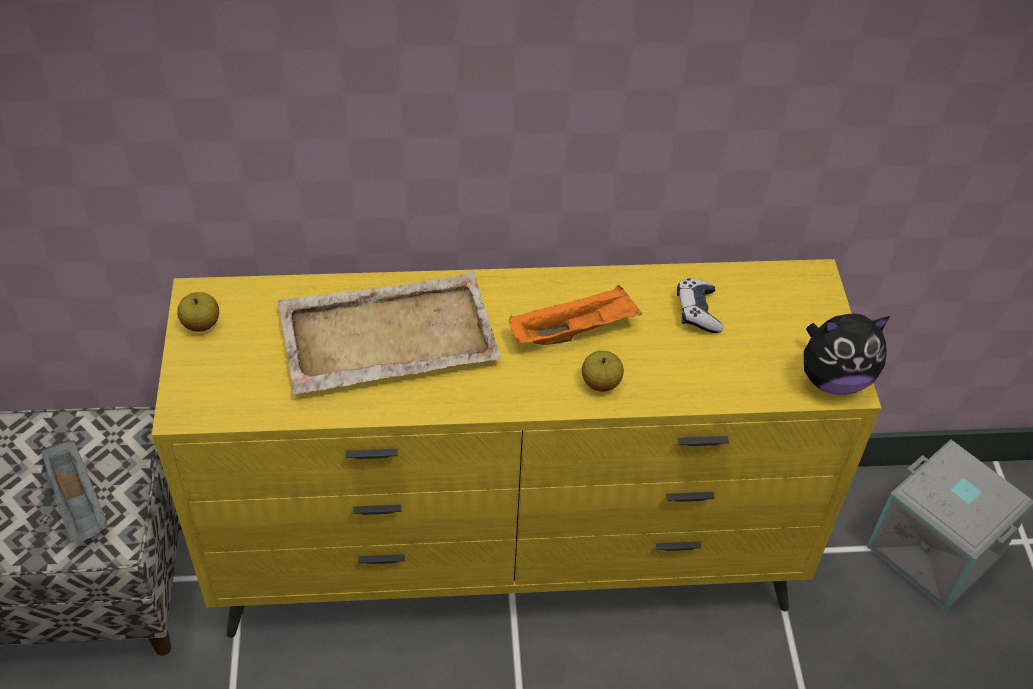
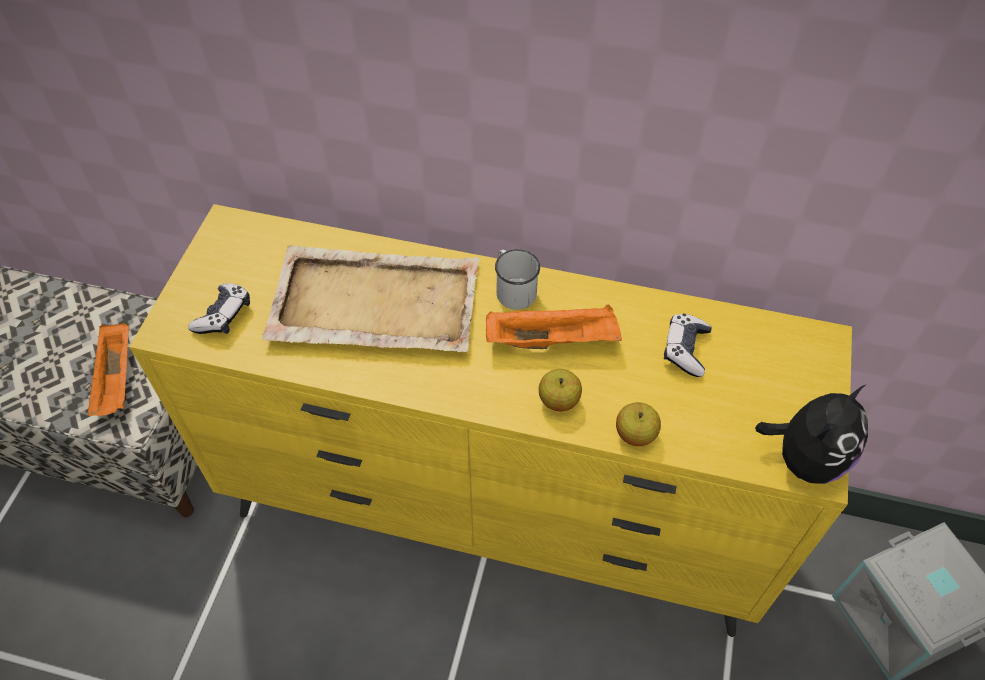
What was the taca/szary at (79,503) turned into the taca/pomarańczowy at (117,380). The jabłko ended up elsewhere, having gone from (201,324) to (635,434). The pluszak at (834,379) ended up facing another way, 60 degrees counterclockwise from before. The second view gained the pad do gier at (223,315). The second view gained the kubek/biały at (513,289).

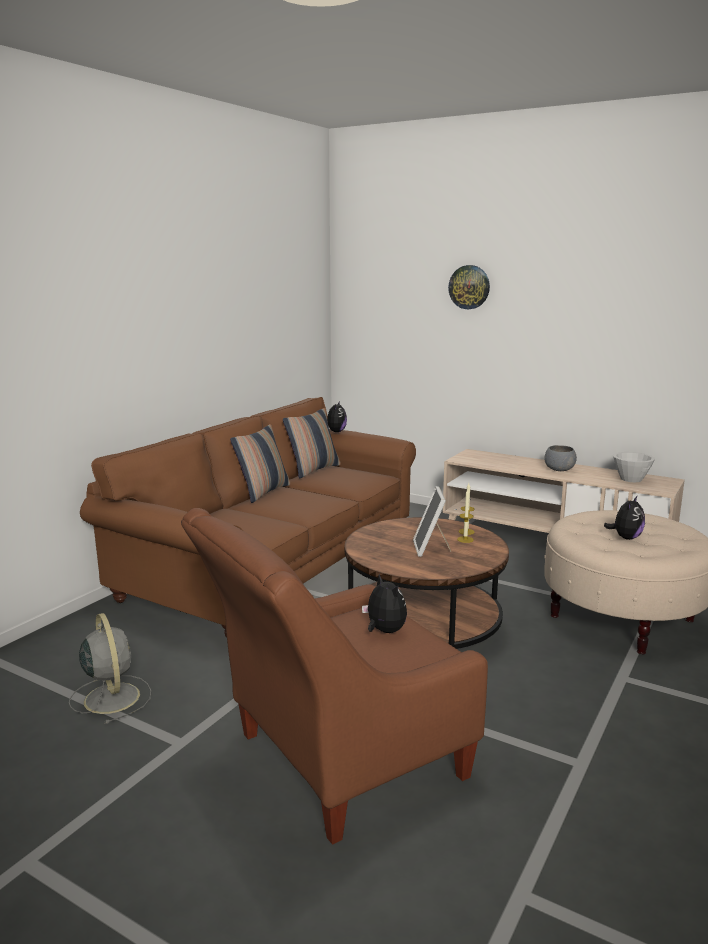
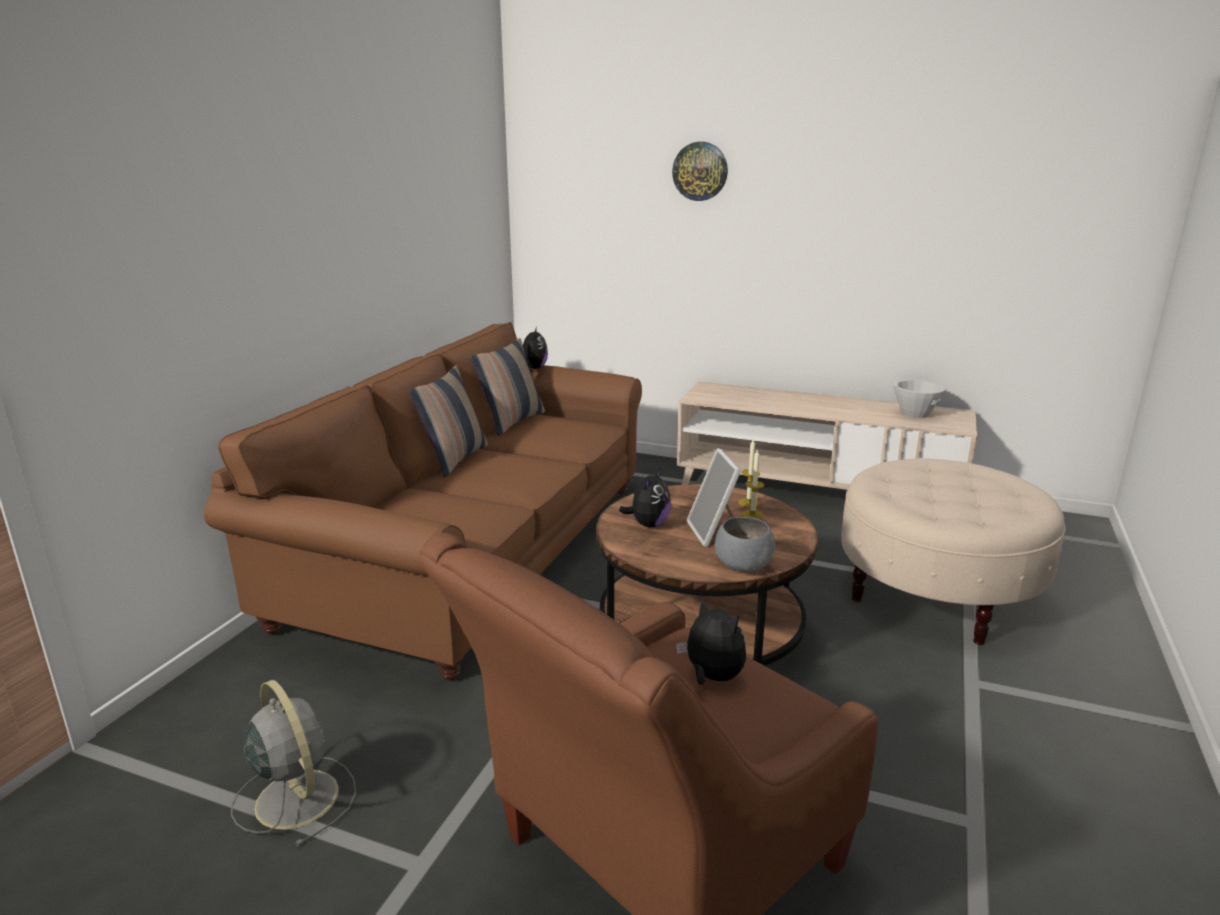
The miska/szary ended up elsewhere, having gone from (559,469) to (742,565). The pluszak ended up elsewhere, having gone from (625,538) to (648,524).

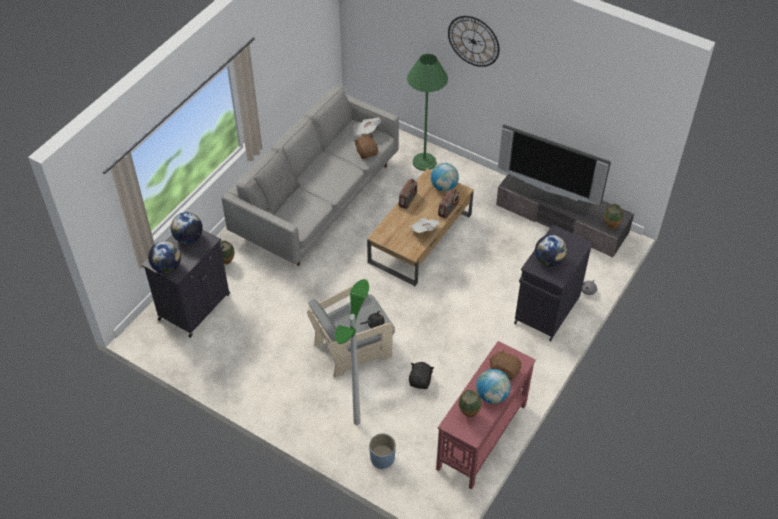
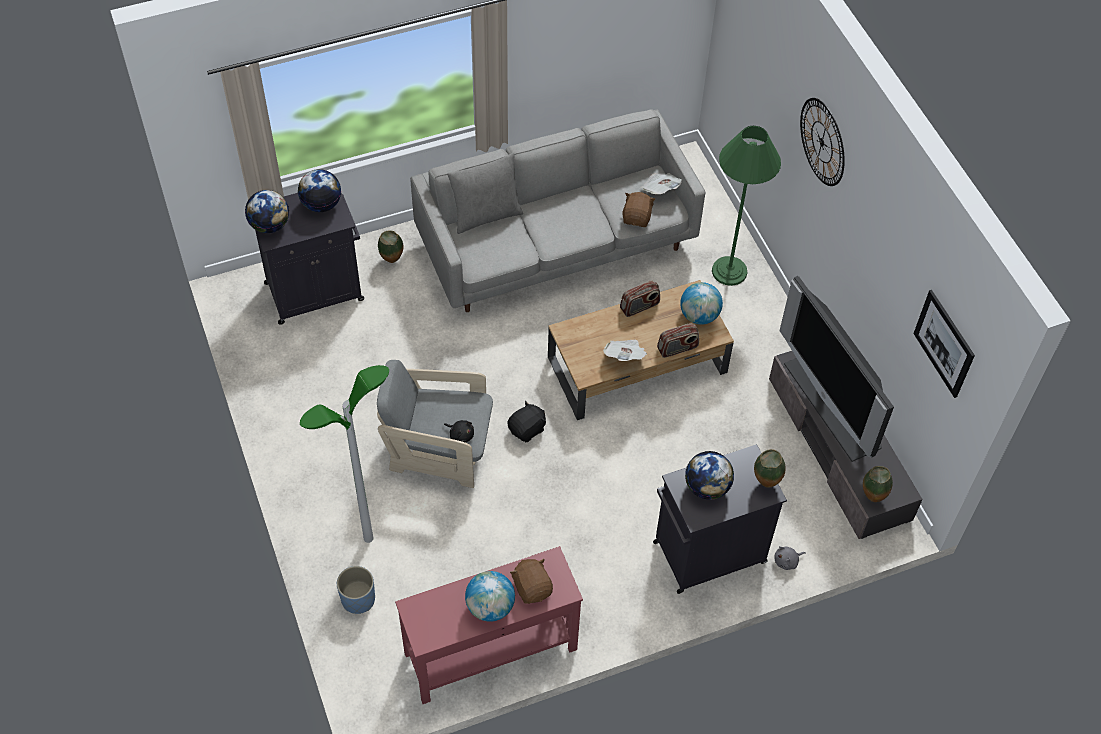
The pluszak/czarny ended up elsewhere, having gone from (420,381) to (527,429). The wazon ended up elsewhere, having gone from (469,415) to (765,483). The second view gained the obraz at (944,343).

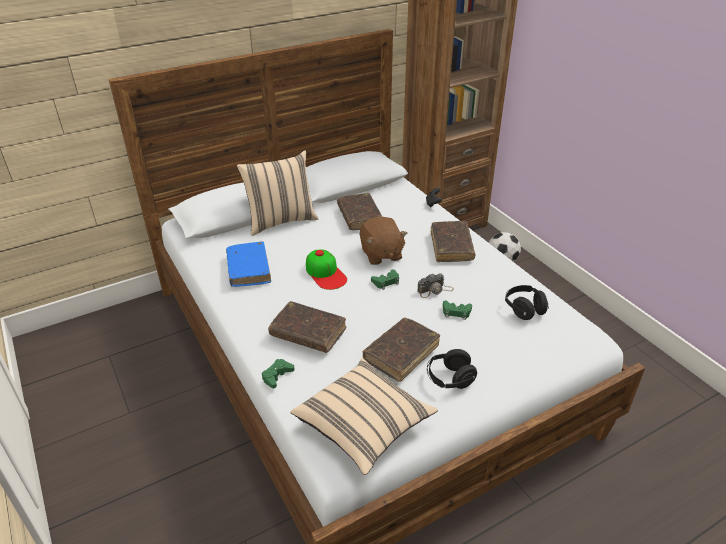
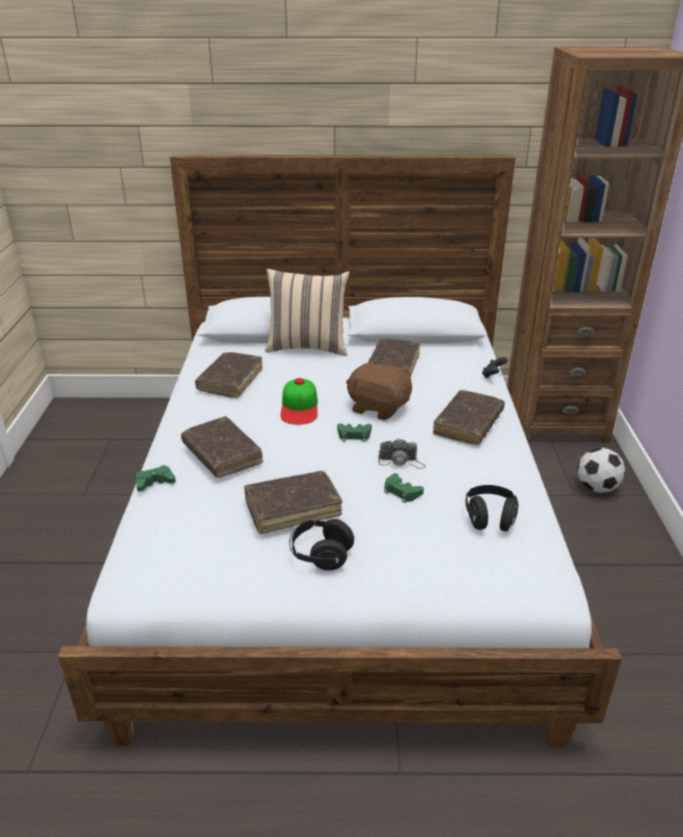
What was the książka/niebieski at (248,269) turned into the książka/brązowy at (230,381). The second view lost the poduszka/beżowy at (363,426). The pluszak/brązowy at (381,254) ended up facing another way, 105 degrees clockwise from before.

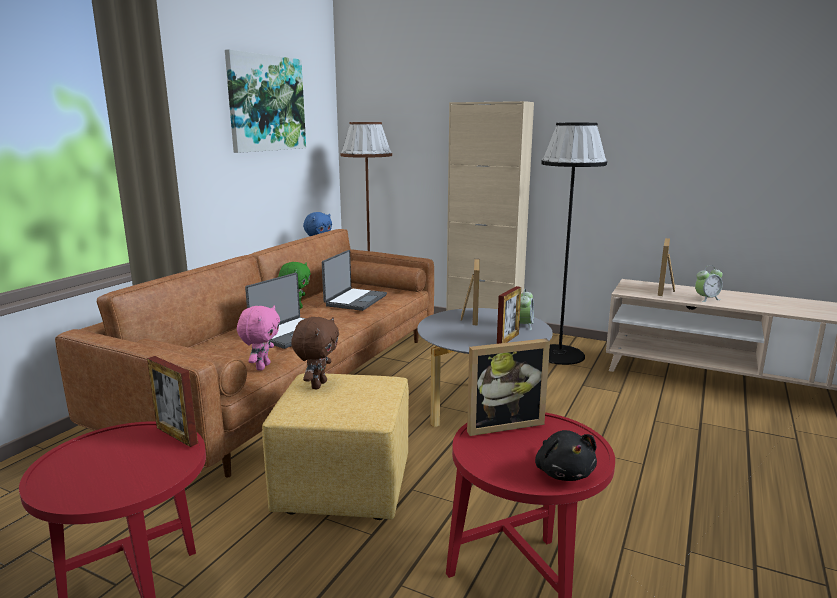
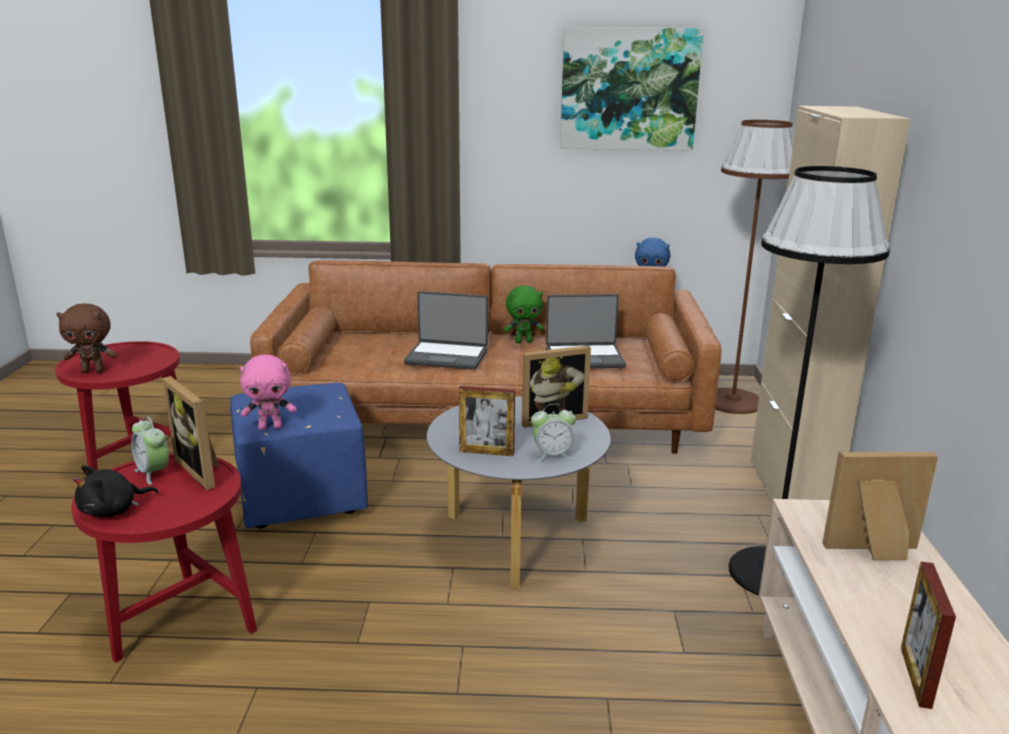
The ramka na zdjęcie ended up elsewhere, having gone from (176,435) to (915,677). The pluszak/różowy ended up elsewhere, having gone from (262,367) to (271,427). What was the pufa/żółty at (342,489) turned into the pufa/niebieski at (300,497). The pluszak/brązowy ended up elsewhere, having gone from (318,385) to (94,371). The budzik ended up elsewhere, having gone from (706,299) to (153,473).

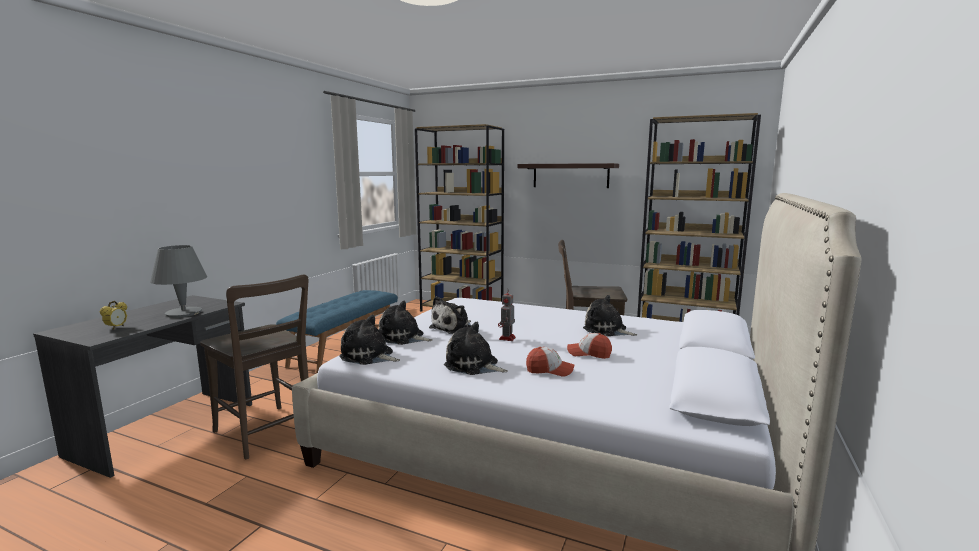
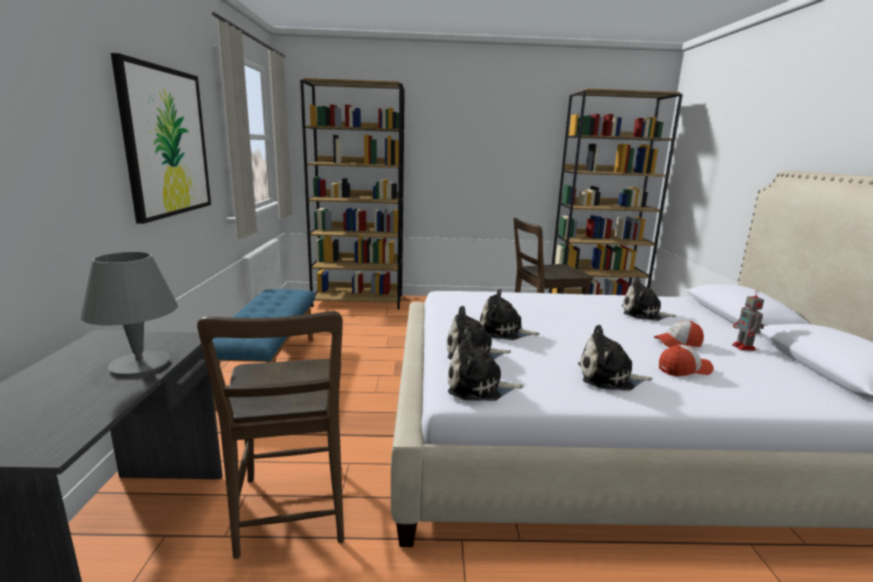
The second view lost the budzik at (116,327). The krzesło/brązowy at (266,433) ended up facing another way, 60 degrees clockwise from before. The pluszak at (453,328) ended up facing another way, 90 degrees clockwise from before. The robot zabawkowy ended up elsewhere, having gone from (507,338) to (744,348). The second view lost the półka at (570,175). The second view gained the obraz at (166,142).

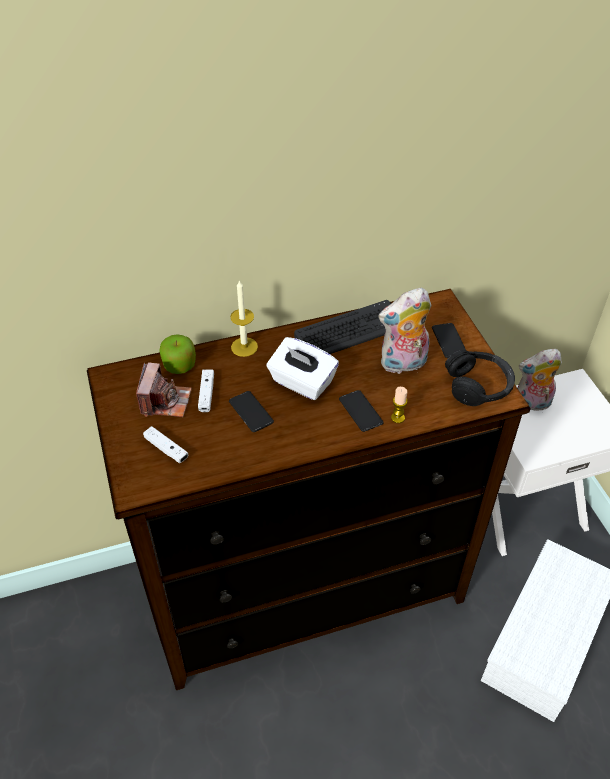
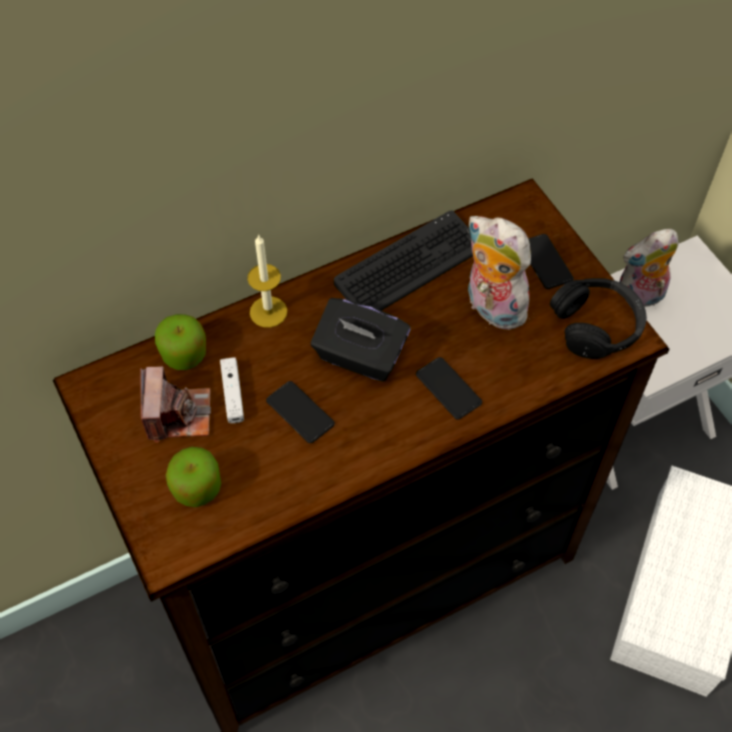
Where the pad do gier/biały stood at (166,449), the jabłko came to stand at (197,488). What was the pudełko chusteczek/biały at (302,382) turned into the pudełko chusteczek/czarny at (360,356). The pluszak at (403,364) ended up facing another way, 75 degrees clockwise from before. The second view lost the świeca at (397,418).

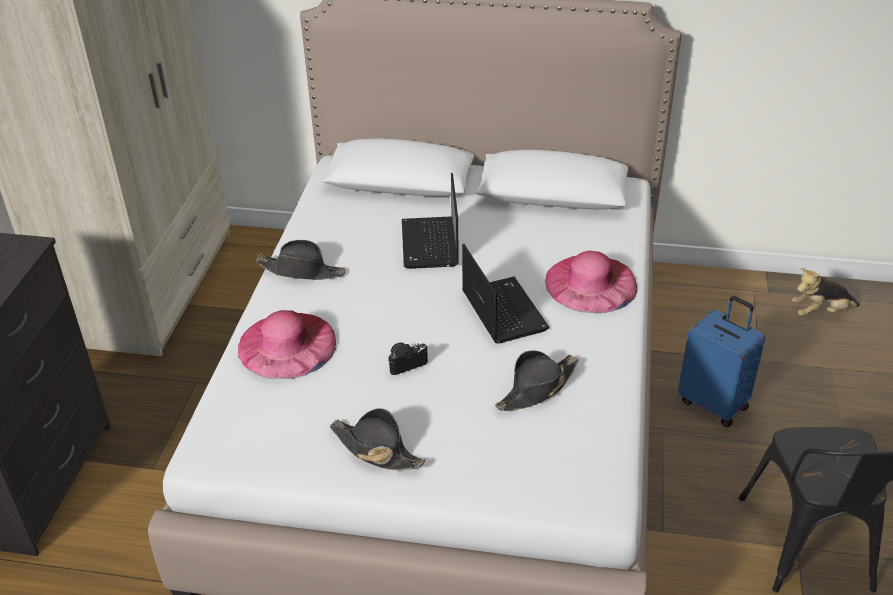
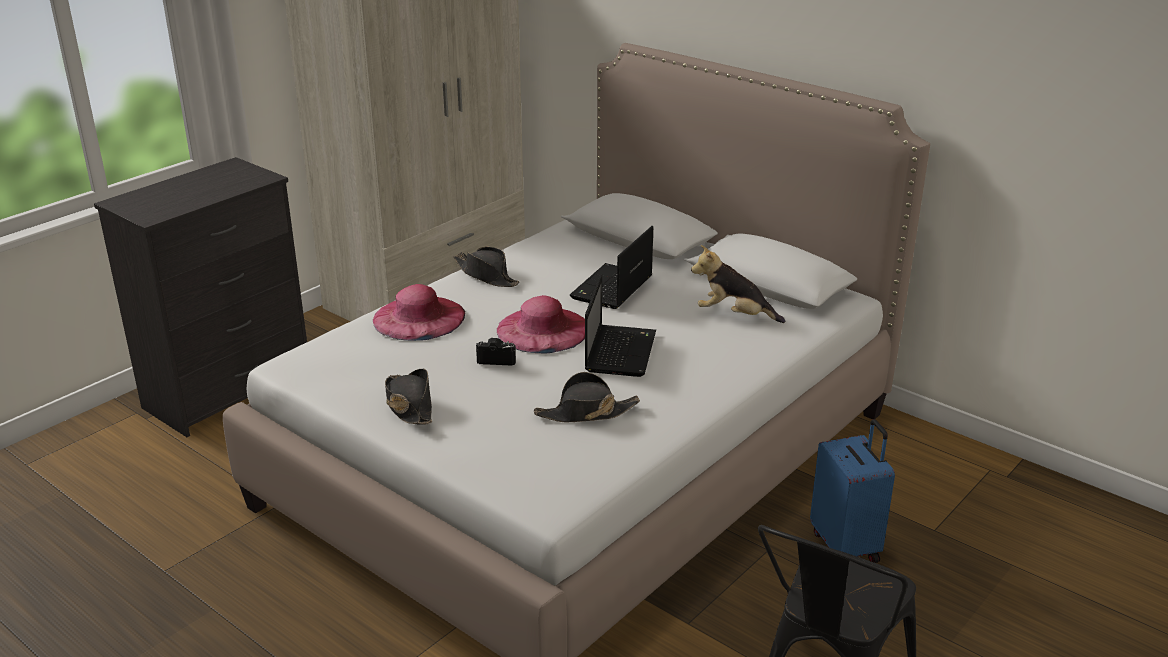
The kapelusz/różowy ended up elsewhere, having gone from (591,283) to (543,329). The pluszak ended up elsewhere, having gone from (820,312) to (734,315).

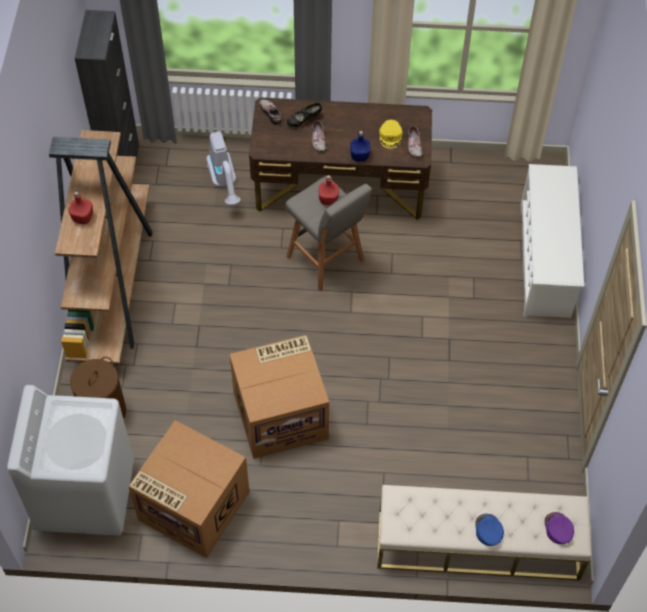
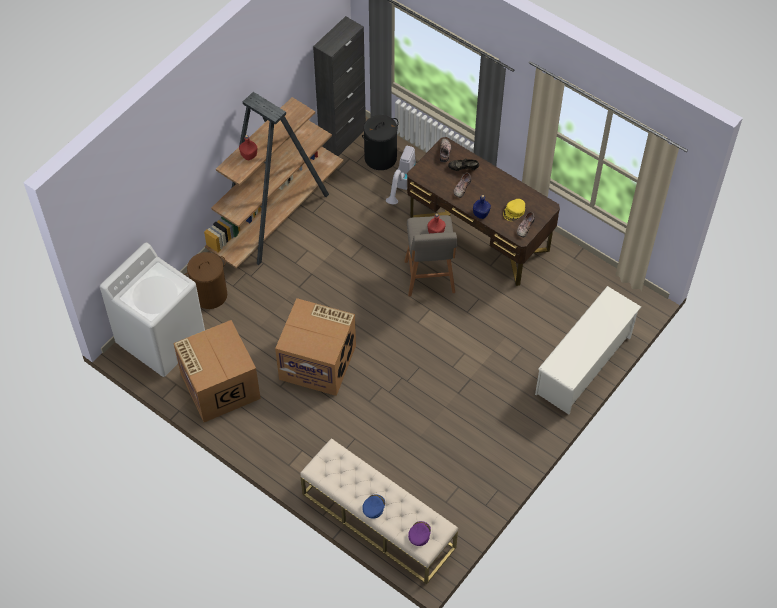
The second view gained the kosz na pranie/czarny at (380,157).

